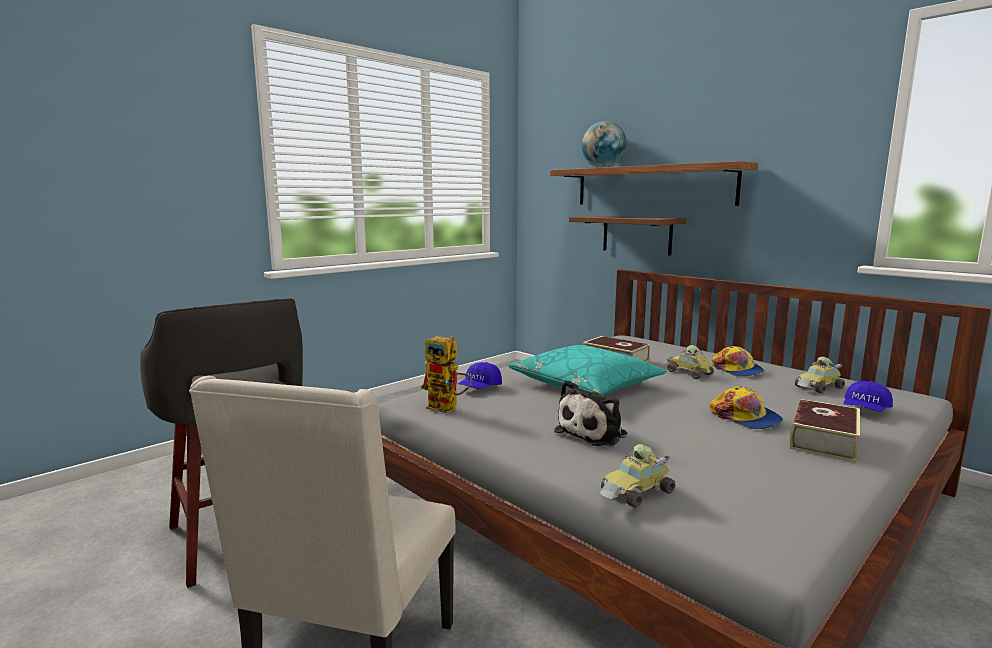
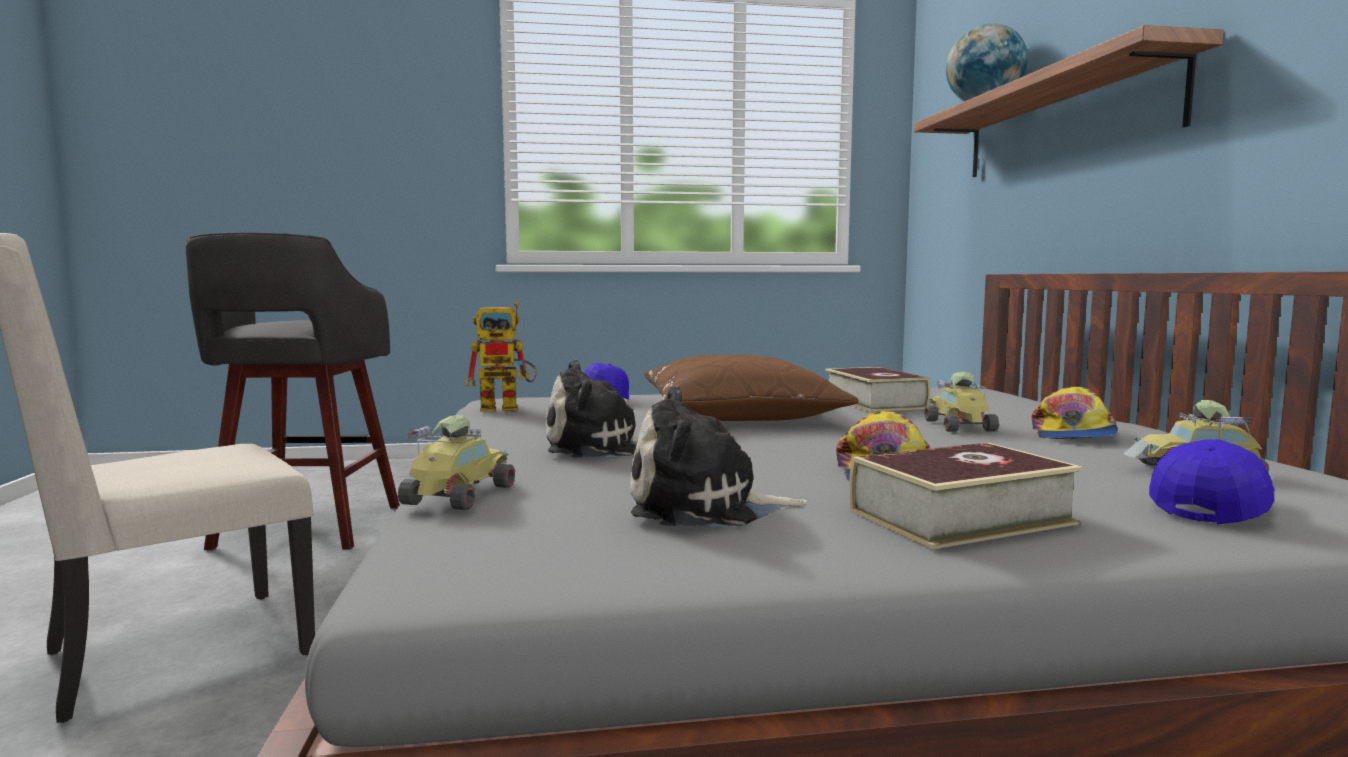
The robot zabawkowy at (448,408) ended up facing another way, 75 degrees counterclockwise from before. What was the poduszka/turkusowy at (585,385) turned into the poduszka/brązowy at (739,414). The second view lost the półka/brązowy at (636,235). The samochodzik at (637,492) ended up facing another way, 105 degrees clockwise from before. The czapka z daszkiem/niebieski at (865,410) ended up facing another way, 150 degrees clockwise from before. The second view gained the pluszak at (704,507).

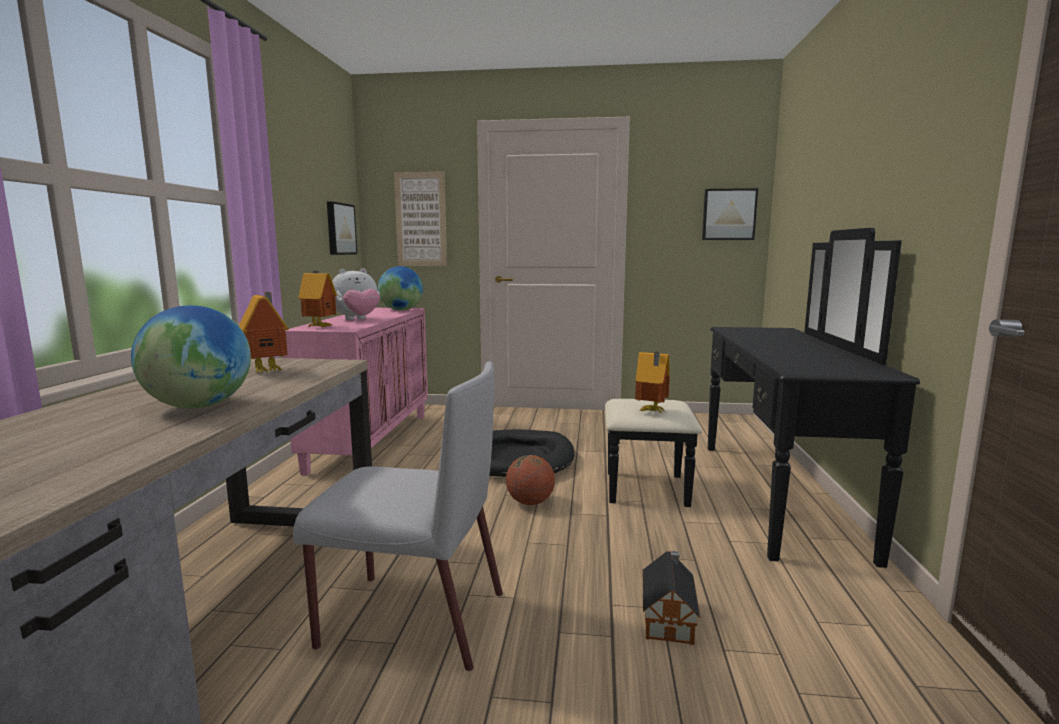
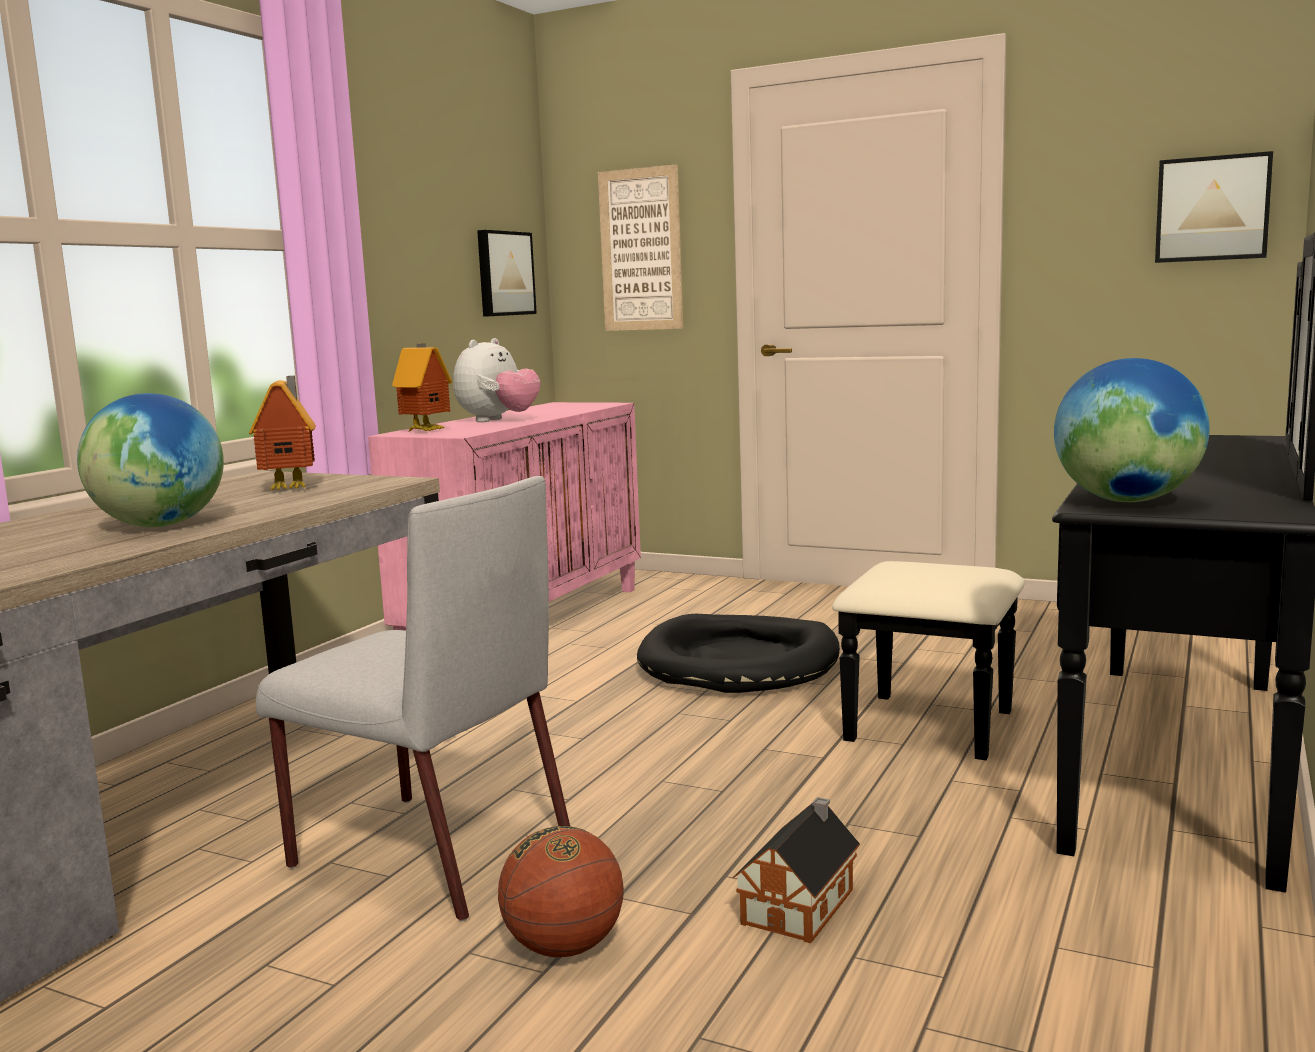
The pluszak at (357,319) ended up facing another way, 45 degrees counterclockwise from before. The globus ended up elsewhere, having gone from (401,310) to (1126,501). The piłka do koszykówki ended up elsewhere, having gone from (530,502) to (564,947). The second view lost the domek at (651,412).

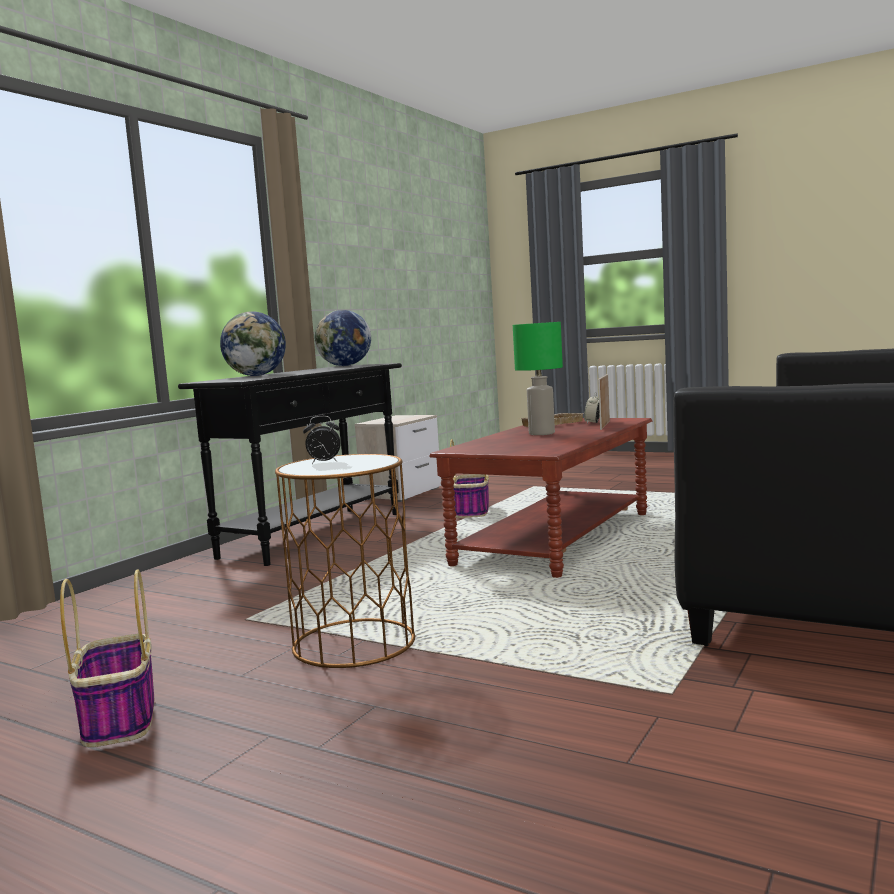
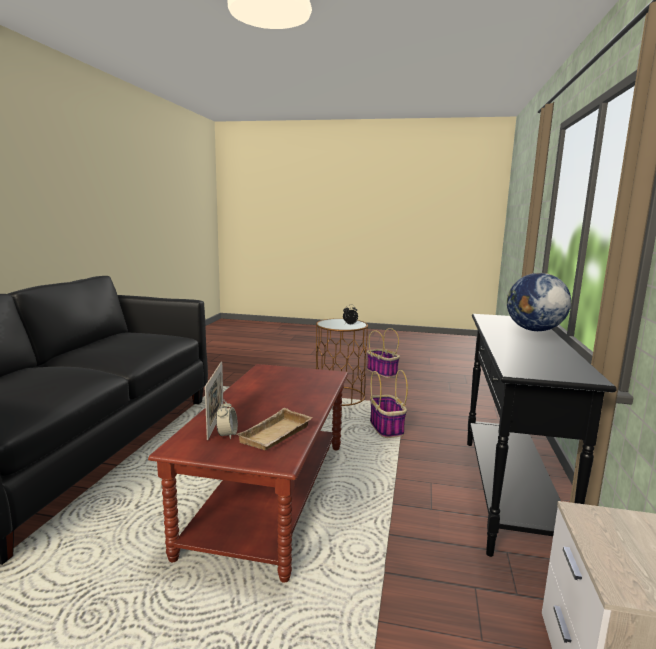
The second view lost the globus at (345,366). The koszyk ended up elsewhere, having gone from (472,511) to (387,428). The second view lost the lampa stołowa/zielony at (541,434).

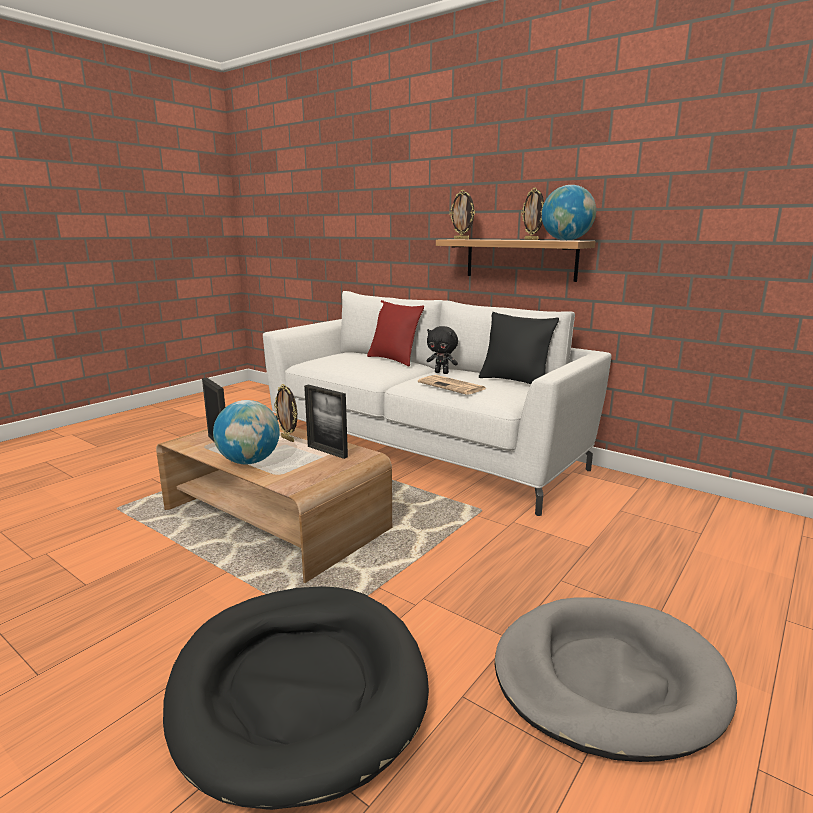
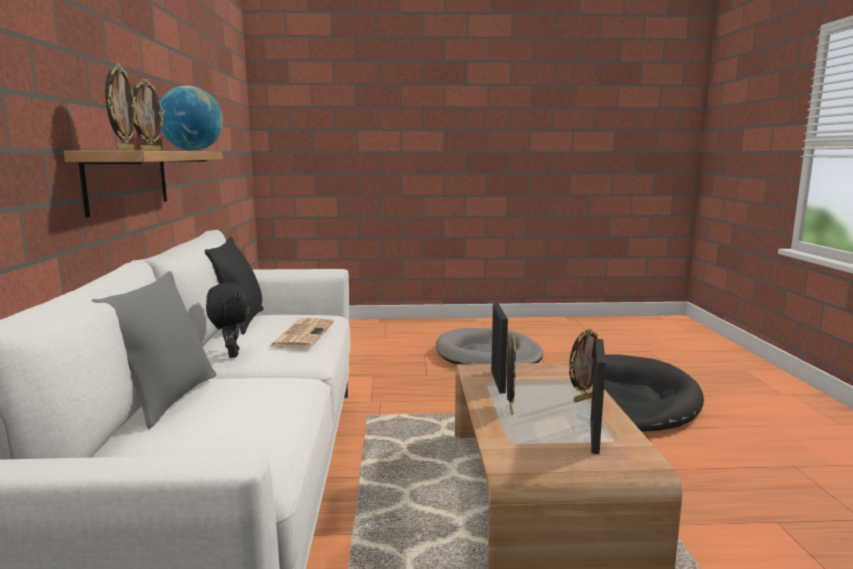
Where the globus stood at (249,462), the ramka na zdjęcie came to stand at (582,399). What was the poduszka/czerwony at (393,360) turned into the poduszka/szary at (169,399).

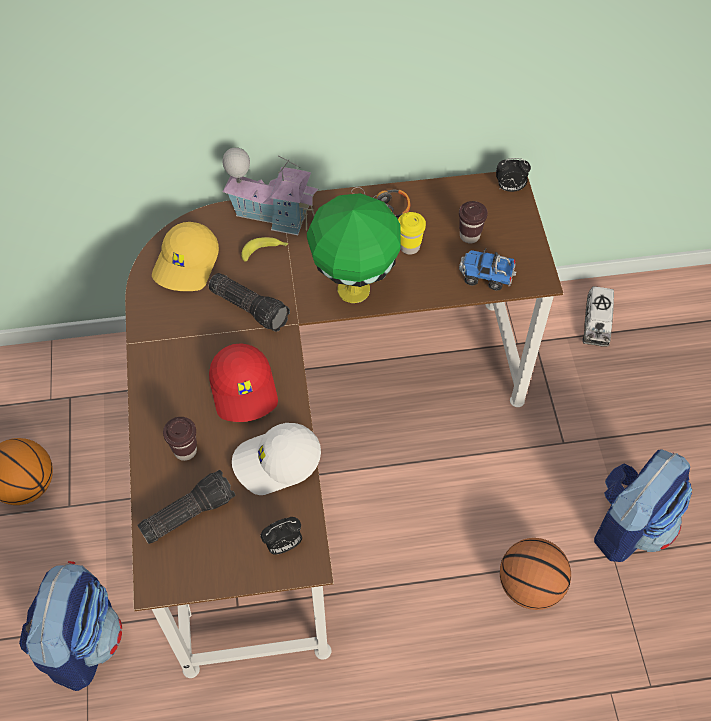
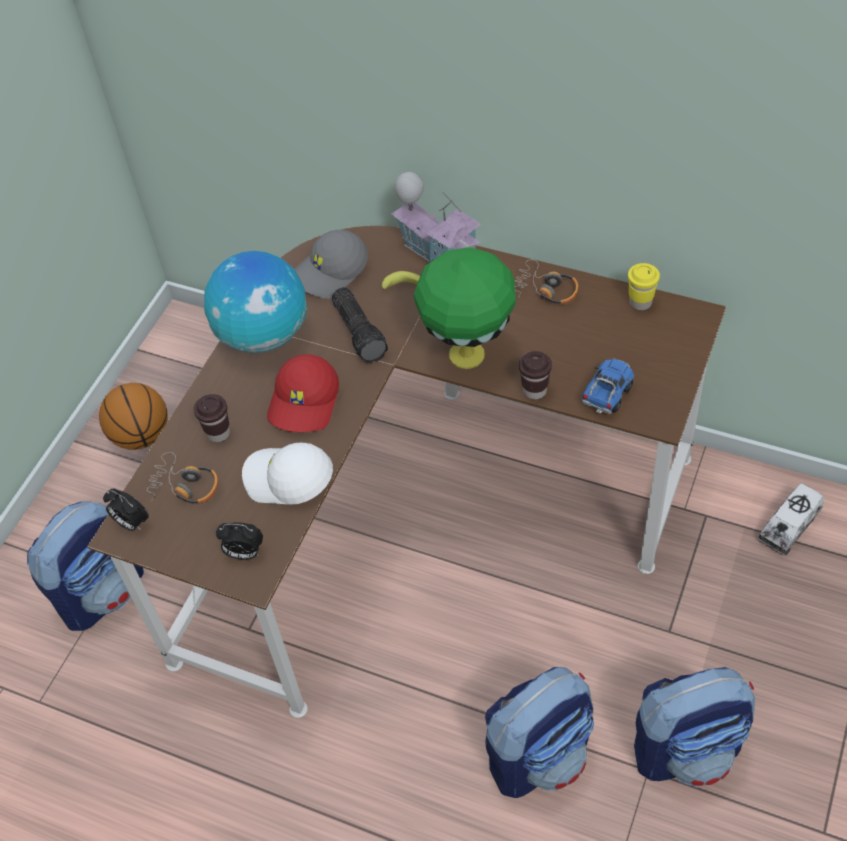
Where the latarka stood at (188,512), the słuchawki came to stand at (185,486). What was the czapka z daszkiem/żółty at (187,264) turned into the czapka z daszkiem/szary at (331,272). The filiżanka/żółty ended up elsewhere, having gone from (409,247) to (640,302). The filiżanka/brązowy ended up elsewhere, having gone from (469,236) to (534,391). The ciężarówka zabawkowa at (486,276) ended up facing another way, 75 degrees clockwise from before. The budzik ended up elsewhere, having gone from (509,188) to (131,523). Where the piłka do koszykówki stood at (530,585), the plecak came to stand at (539,754). The second view gained the globus at (263,335).

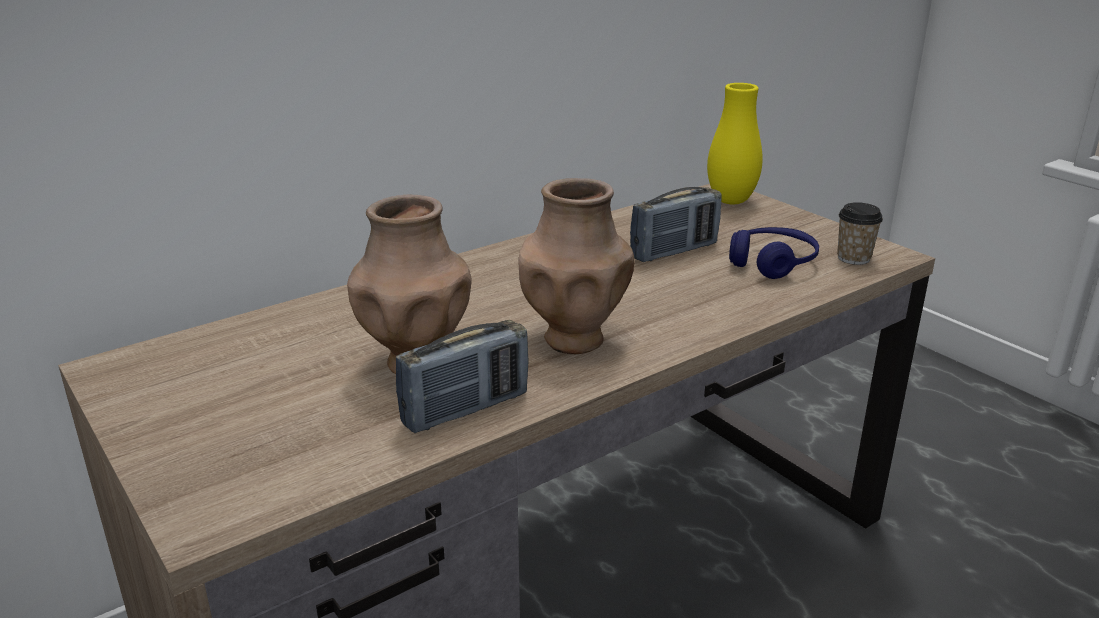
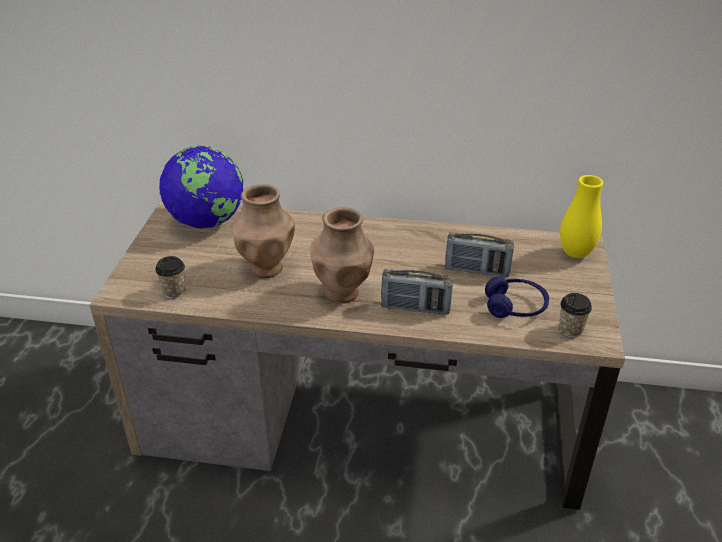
The radio ended up elsewhere, having gone from (465,409) to (415,308). The second view gained the filiżanka at (174,291). The second view gained the globus at (207,221).

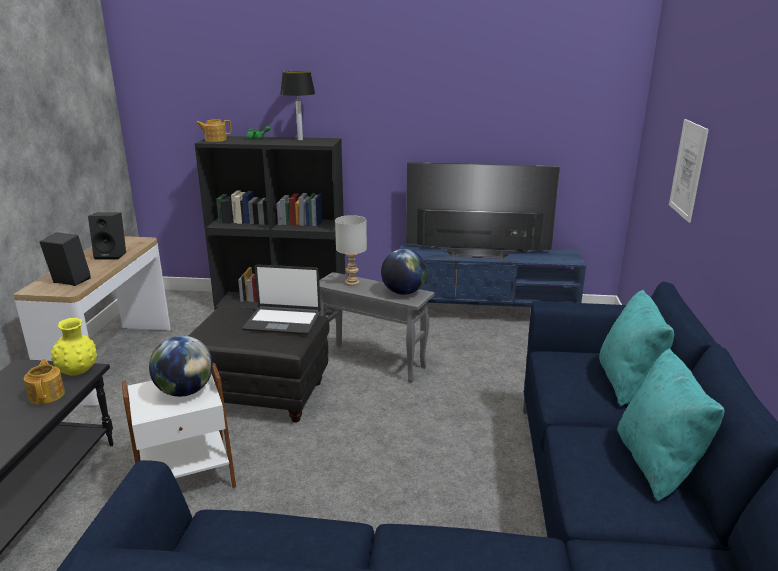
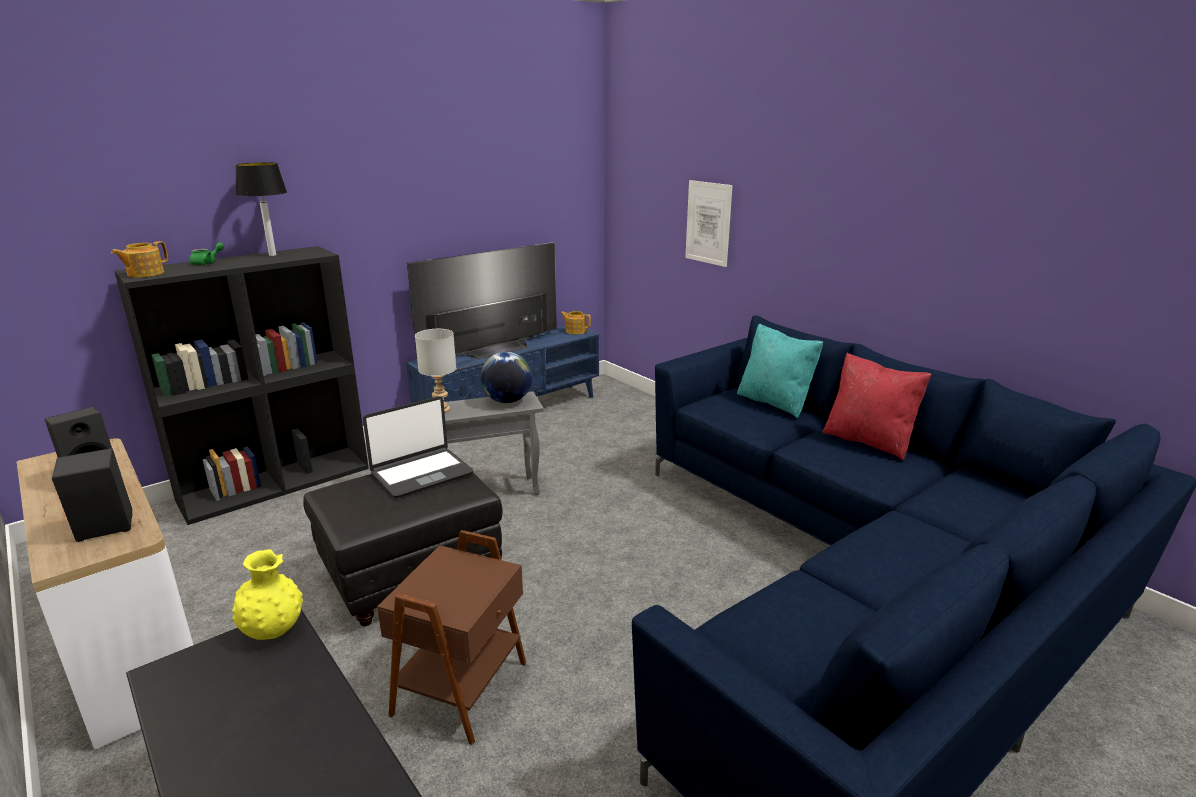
The imbryk ended up elsewhere, having gone from (47,395) to (575,331). What was the stolik/biały at (187,478) turned into the stolik/brązowy at (463,688). The second view lost the globus at (185,391). What was the poduszka/turkusowy at (657,464) turned into the poduszka/czerwony at (868,441).

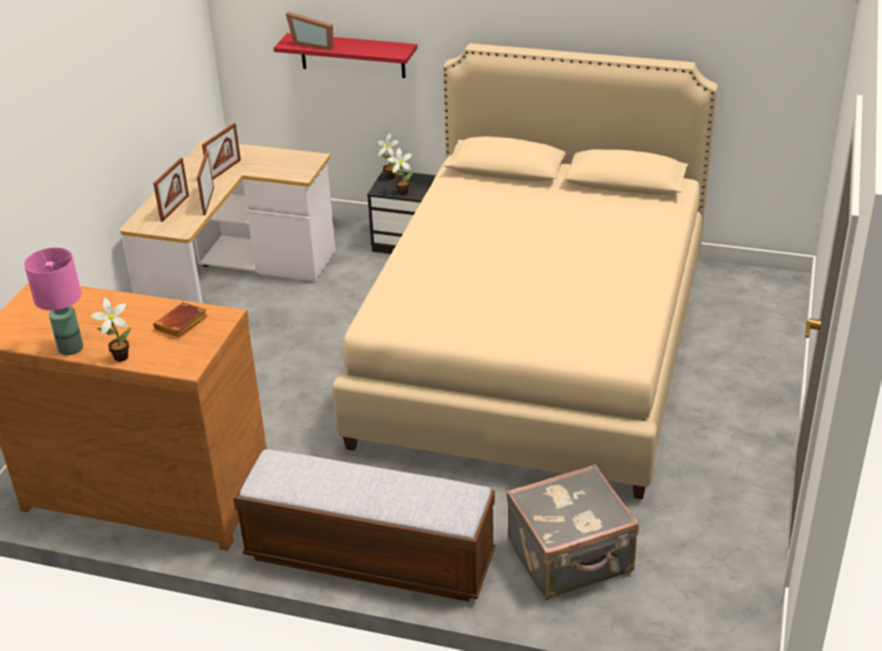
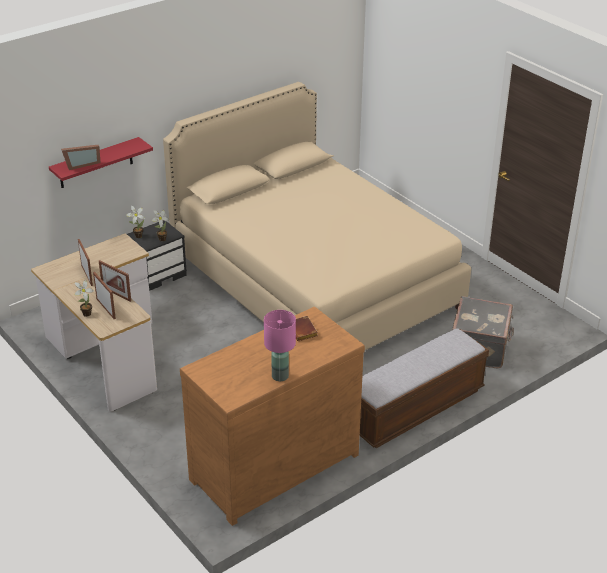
The roślina doniczkowa ended up elsewhere, having gone from (119,357) to (85,314).

